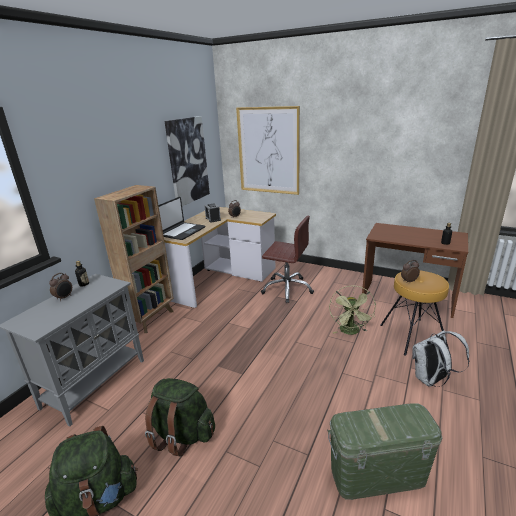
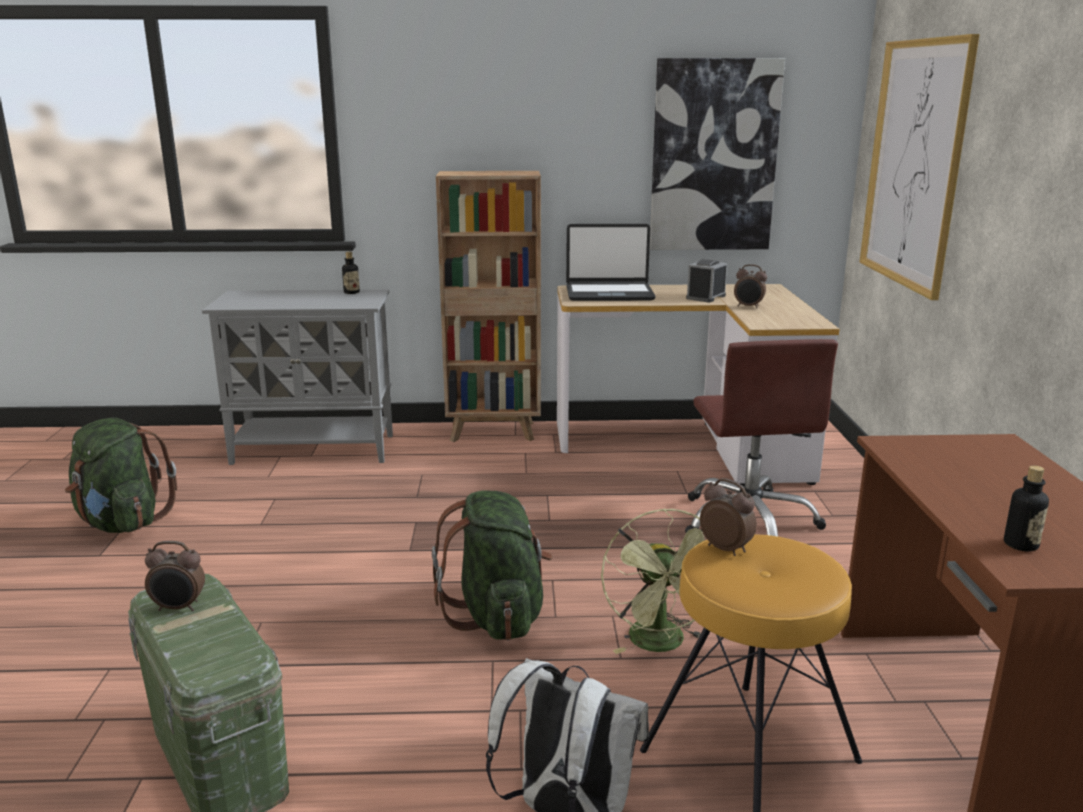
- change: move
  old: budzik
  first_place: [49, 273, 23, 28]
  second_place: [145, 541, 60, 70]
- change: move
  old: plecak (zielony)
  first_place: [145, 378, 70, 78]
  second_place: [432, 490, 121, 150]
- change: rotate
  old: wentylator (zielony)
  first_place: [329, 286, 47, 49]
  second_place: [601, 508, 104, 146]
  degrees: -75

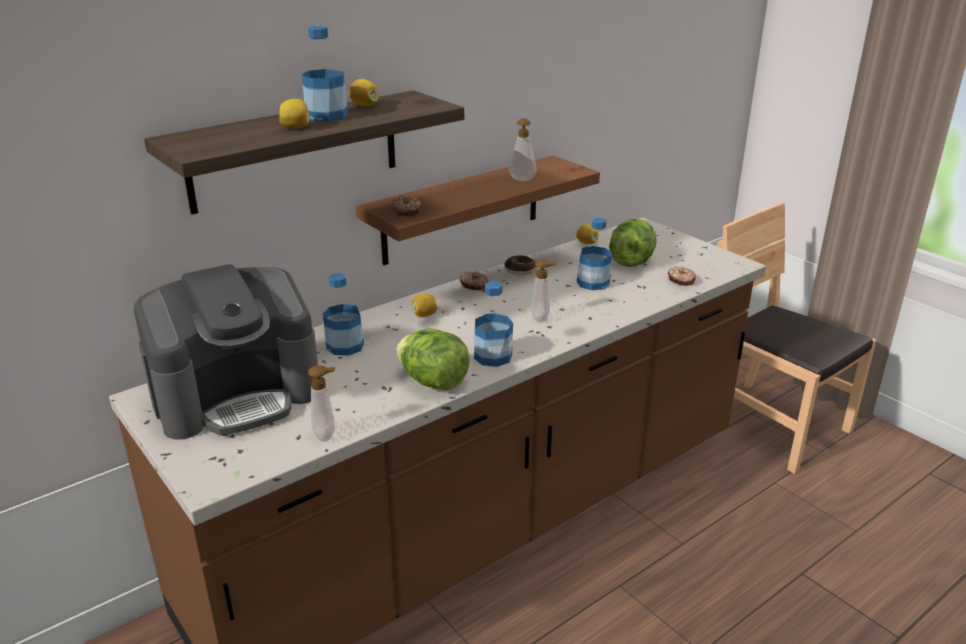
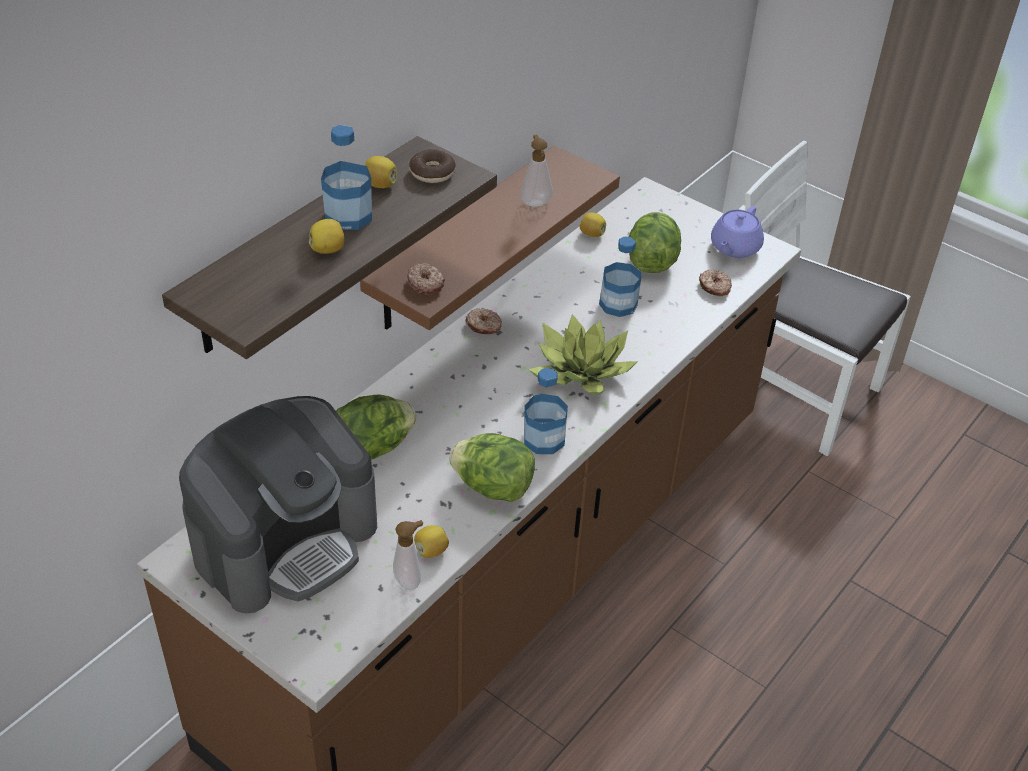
- change: insert
  new: imbryk (fioletowy)
  second_place: [711, 206, 53, 52]
- change: move
  old: cytryna
  first_place: [412, 294, 25, 23]
  second_place: [414, 525, 35, 33]
- change: move
  old: donut
  first_place: [505, 255, 31, 20]
  second_place: [409, 149, 47, 34]
- change: replace
  old: butelka
  new: sałata
  first_place: [323, 273, 41, 83]
  second_place: [336, 394, 81, 66]
- change: replace
  old: dozownik mydła
  new: roślina doniczkowa
  first_place: [531, 259, 26, 63]
  second_place: [528, 314, 110, 81]
- change: recolor
  old: krzesło (brązowy)
  new: krzesło (biały)
  first_place: [717, 202, 160, 272]
  second_place: [738, 141, 173, 315]

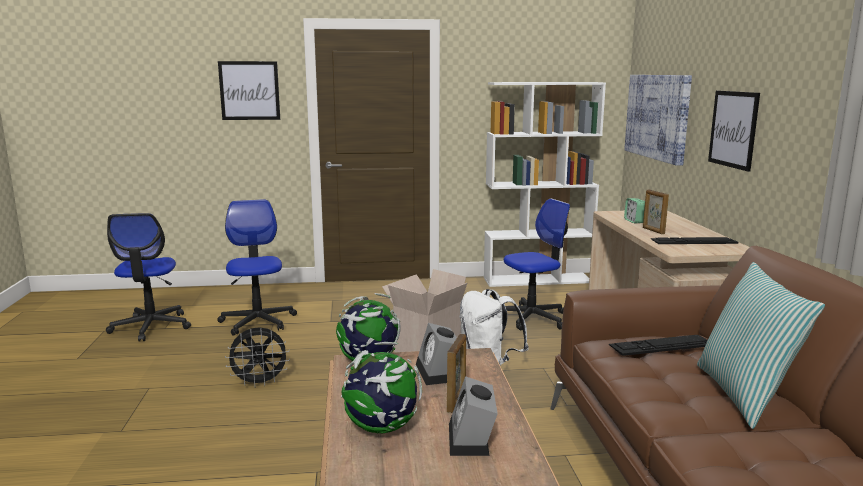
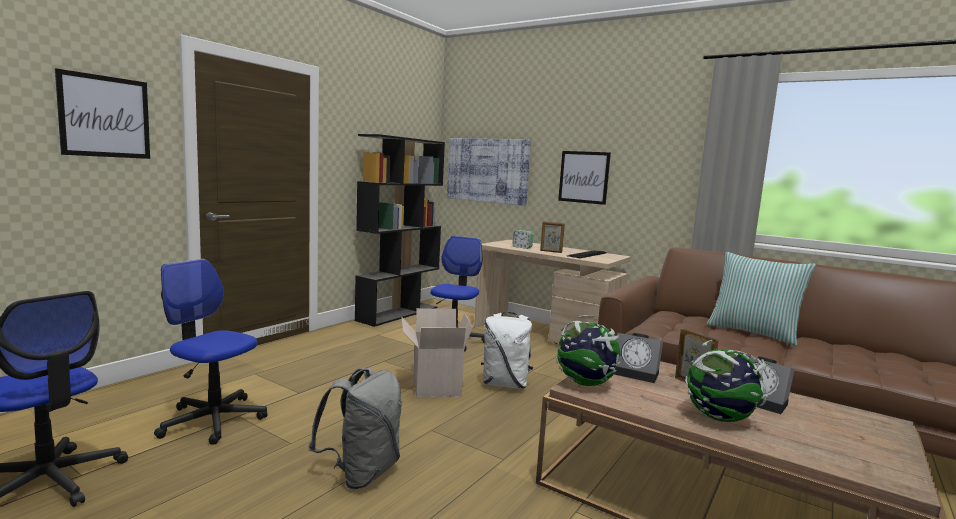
- change: delete
  old: klawiatura
  first_place: [609, 335, 99, 21]
- change: replace
  old: wentylator (czarny)
  new: plecak (szary)
  first_place: [225, 327, 65, 60]
  second_place: [309, 368, 93, 121]
- change: recolor
  old: regał (biały)
  new: regał (czarny)
  first_place: [484, 82, 122, 205]
  second_place: [355, 134, 90, 193]

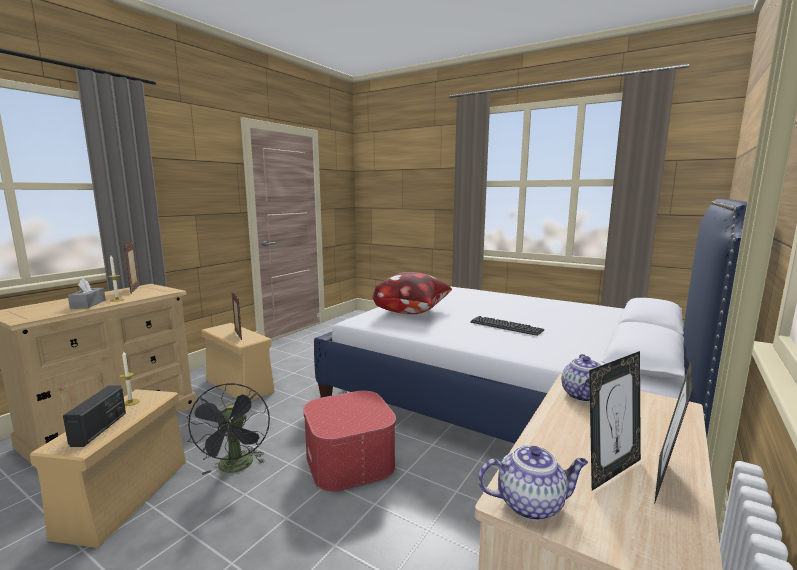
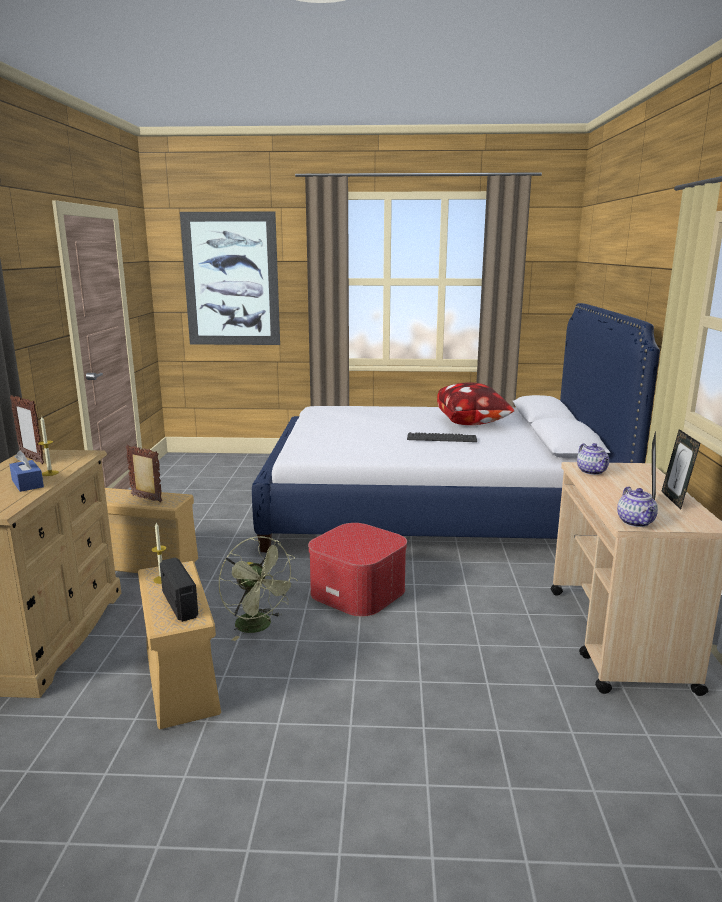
- change: insert
  new: obraz
  second_place: [180, 212, 100, 133]
- change: move
  old: poduszka
  first_place: [373, 272, 79, 42]
  second_place: [437, 382, 77, 43]
- change: recolor
  old: pudełko chusteczek (szary)
  new: pudełko chusteczek (niebieski)
  first_place: [68, 278, 38, 31]
  second_place: [9, 451, 35, 41]
- change: recolor
  old: wentylator (czarny)
  new: wentylator (zielony)
  first_place: [186, 383, 84, 92]
  second_place: [219, 536, 79, 105]
- change: rotate
  old: imbryk
  first_place: [478, 445, 110, 76]
  second_place: [617, 486, 41, 41]
  degrees: 120

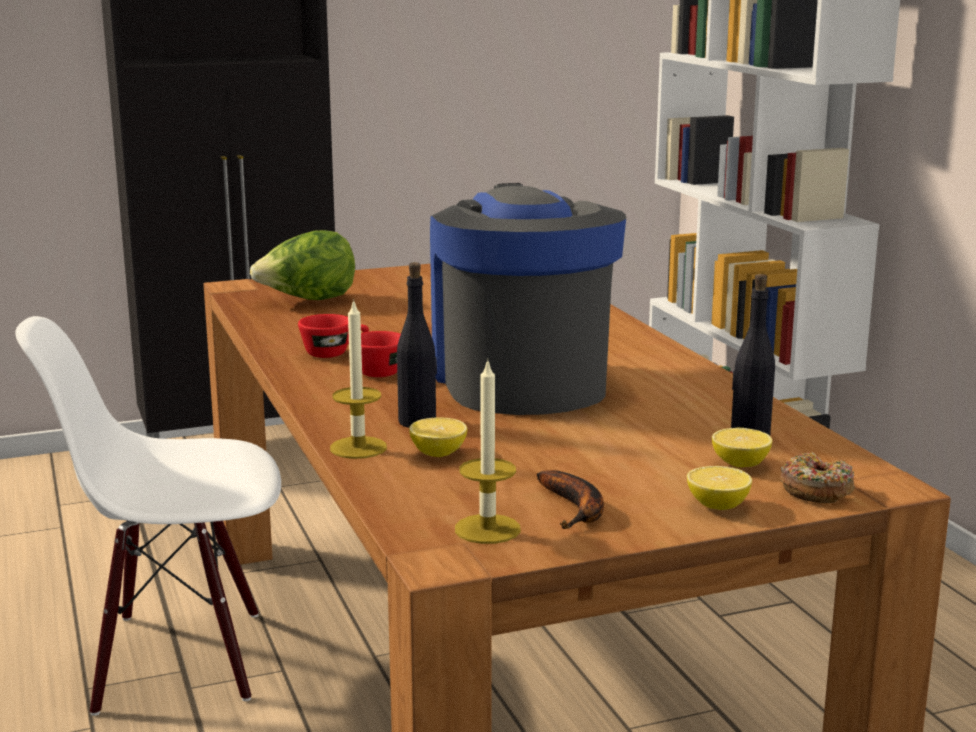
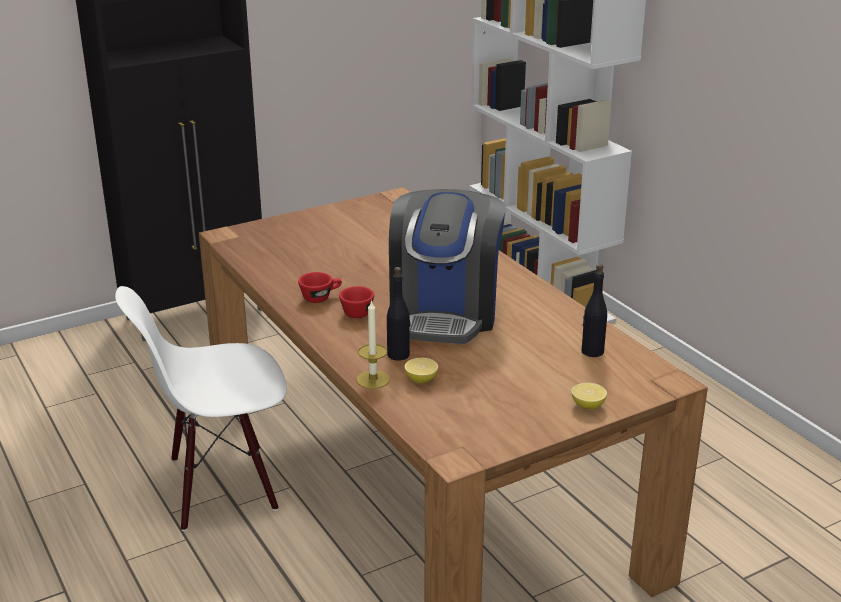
- change: delete
  old: sałata
  first_place: [250, 230, 105, 70]
- change: delete
  old: świeca
  first_place: [455, 358, 66, 186]
- change: delete
  old: banan
  first_place: [536, 470, 68, 59]
- change: delete
  old: cytryna
  first_place: [712, 428, 60, 40]
- change: delete
  old: donut
  first_place: [780, 452, 75, 51]
- change: rotate
  old: ekspres do kawy
  first_place: [430, 183, 196, 232]
  second_place: [389, 189, 117, 155]
  degrees: -150

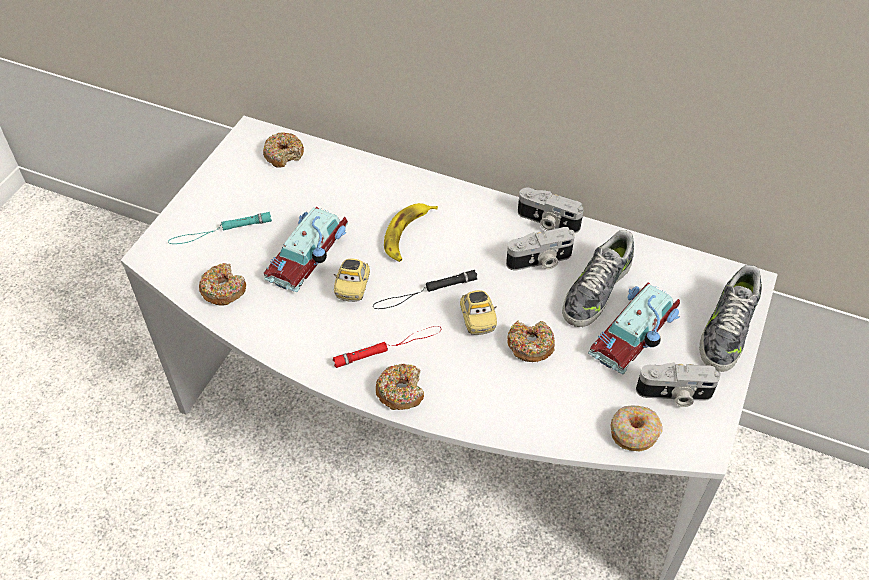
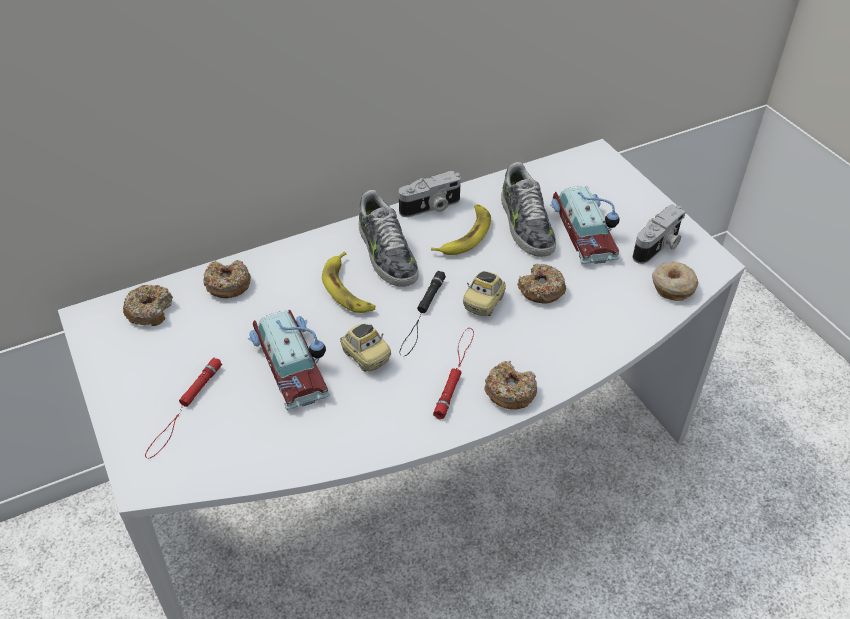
- change: move
  old: donut
  first_place: [199, 263, 47, 43]
  second_place: [203, 260, 48, 38]
- change: move
  old: but
  first_place: [699, 265, 63, 107]
  second_place: [358, 190, 61, 97]
- change: replace
  old: aparat fotograficzny
  new: banan
  first_place: [506, 227, 69, 43]
  second_place: [431, 204, 60, 51]
- change: recolor
  old: latarka (turkusowy)
  new: latarka (czerwony)
  first_place: [168, 212, 104, 32]
  second_place: [145, 357, 77, 101]
- change: rotate
  old: samochodzik
  first_place: [460, 290, 37, 45]
  second_place: [463, 271, 43, 45]
  degrees: 90

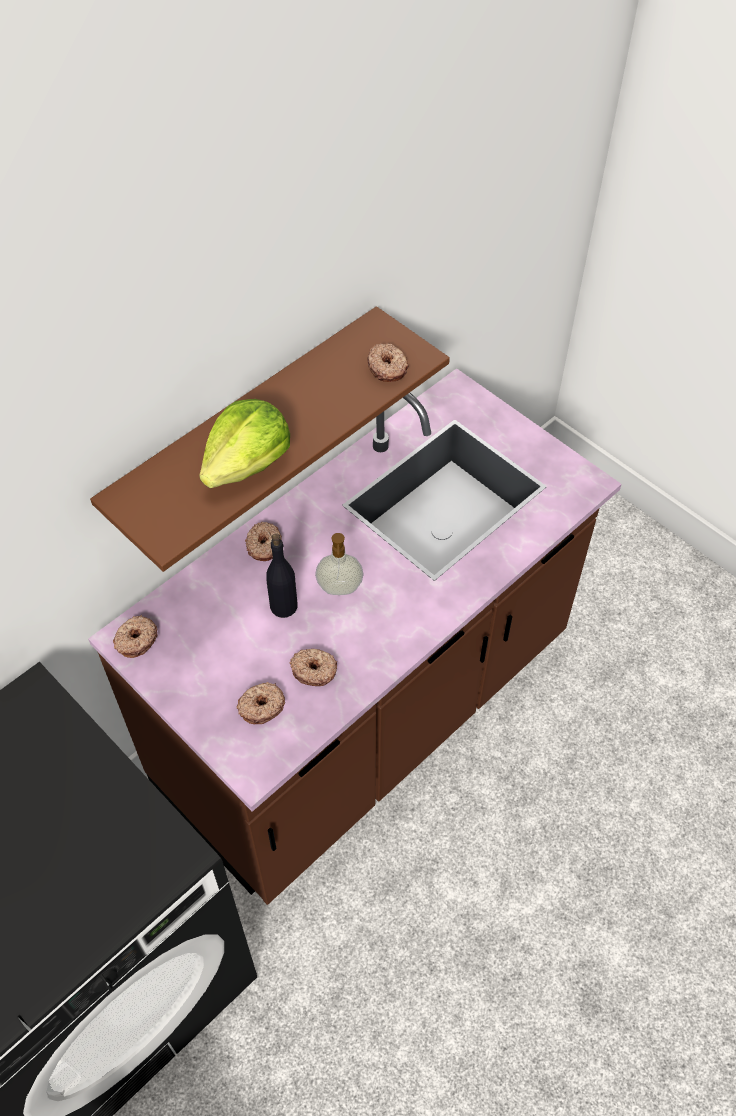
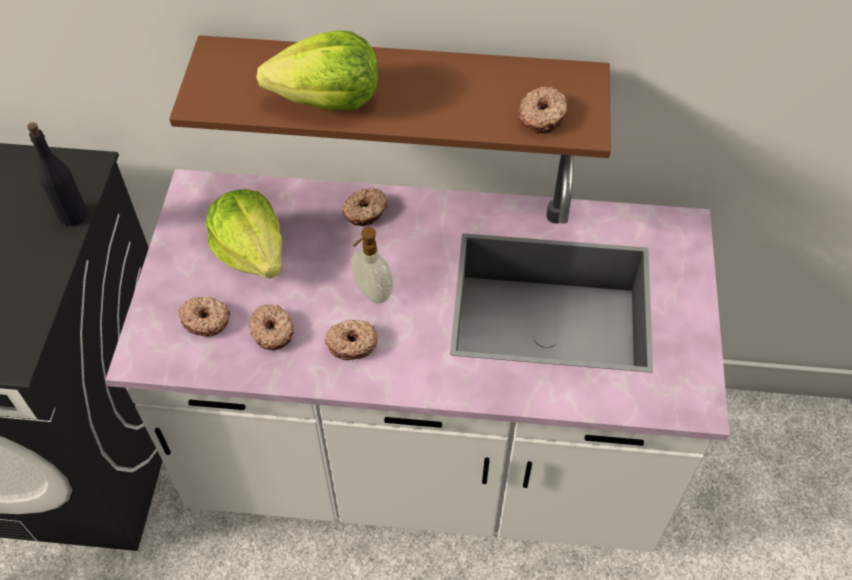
- change: insert
  new: sałata
  second_place: [206, 189, 76, 89]
- change: move
  old: donut
  first_place: [113, 615, 44, 43]
  second_place: [325, 320, 52, 40]
- change: move
  old: butelka (czarny)
  first_place: [266, 533, 31, 85]
  second_place: [27, 122, 61, 104]
- change: recolor
  old: zabudowa kuchenna (brązowy)
  new: zabudowa kuchenna (biały)
  first_place: [88, 368, 533, 537]
  second_place: [105, 155, 624, 397]

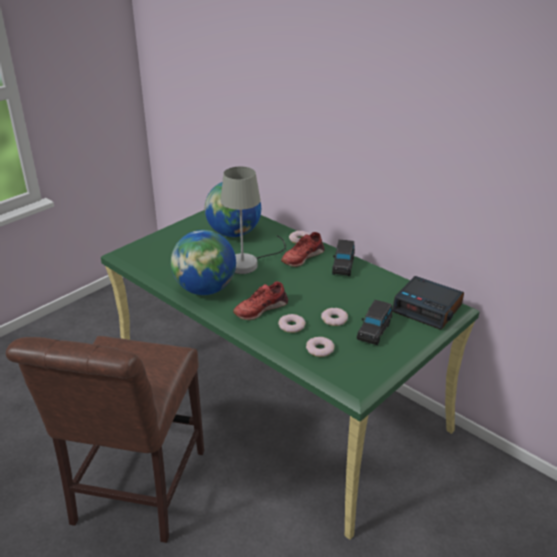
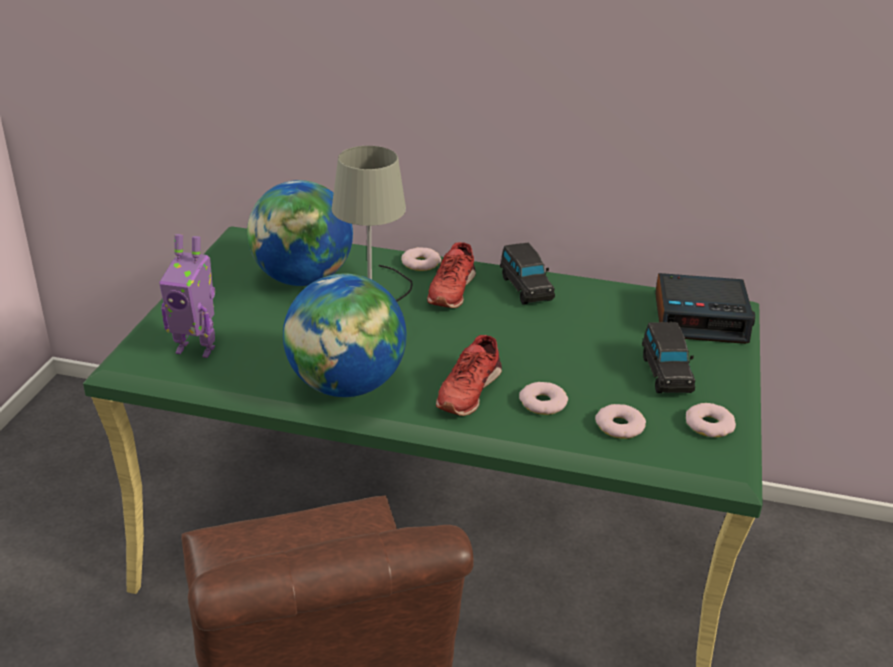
- change: insert
  new: robot zabawkowy
  second_place: [159, 234, 56, 124]
- change: move
  old: donut
  first_place: [321, 308, 27, 18]
  second_place: [686, 403, 50, 34]

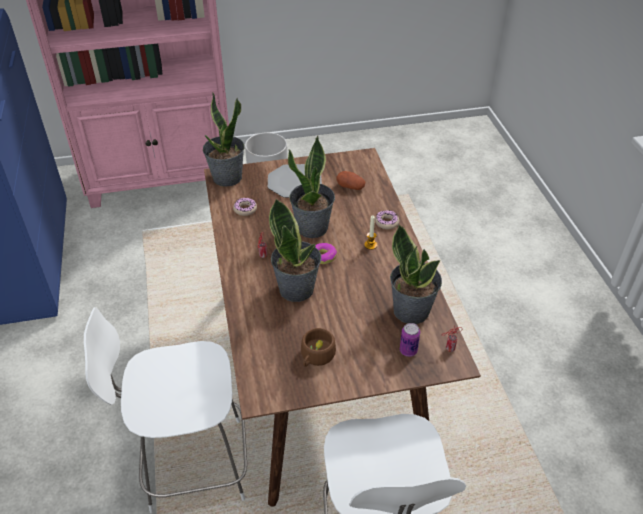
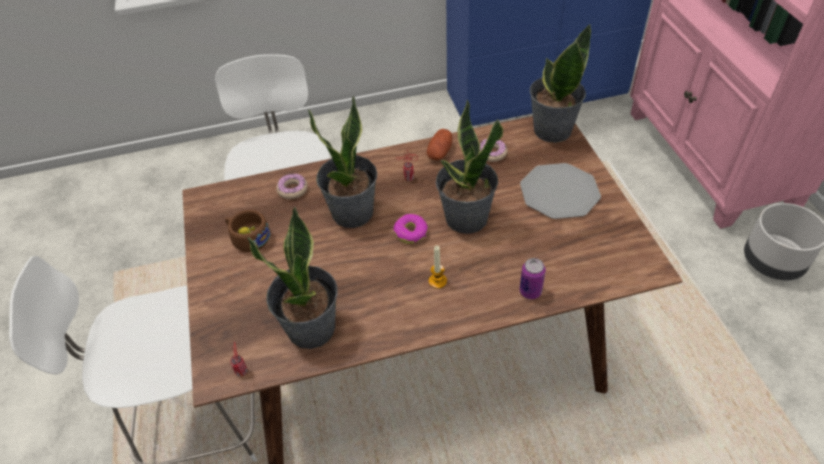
- change: move
  old: ziemniak
  first_place: [336, 171, 30, 19]
  second_place: [427, 129, 25, 31]
- change: move
  old: donut
  first_place: [375, 210, 24, 19]
  second_place: [276, 173, 32, 26]
- change: move
  old: puszka
  first_place: [400, 323, 20, 34]
  second_place: [519, 258, 27, 41]

